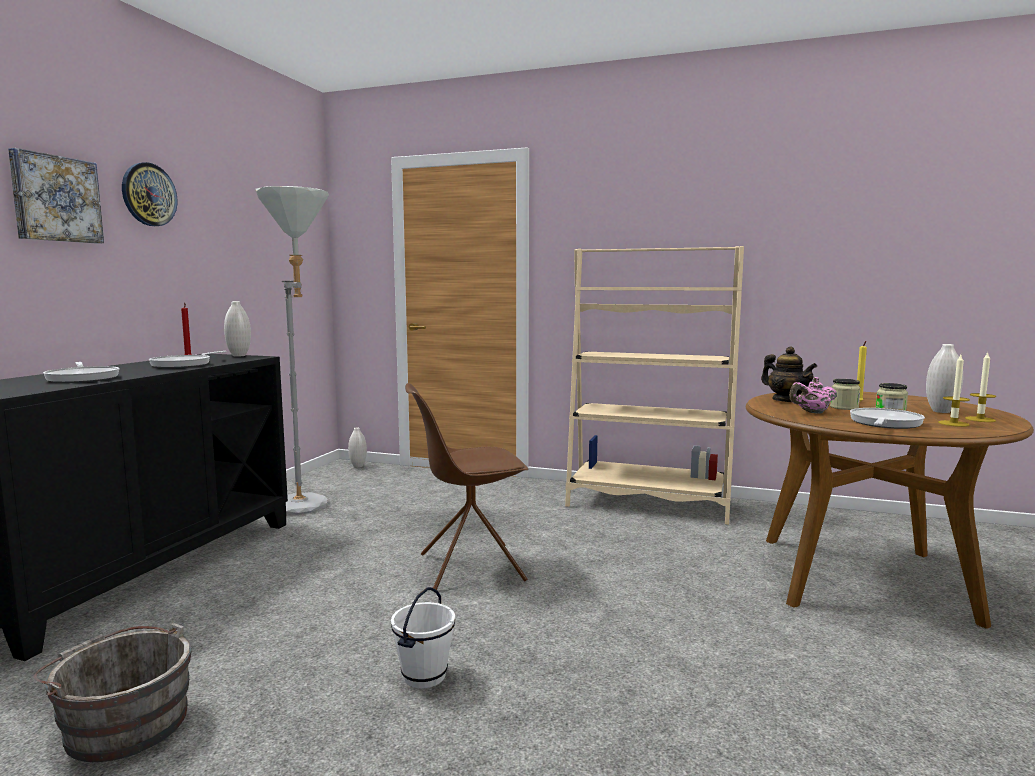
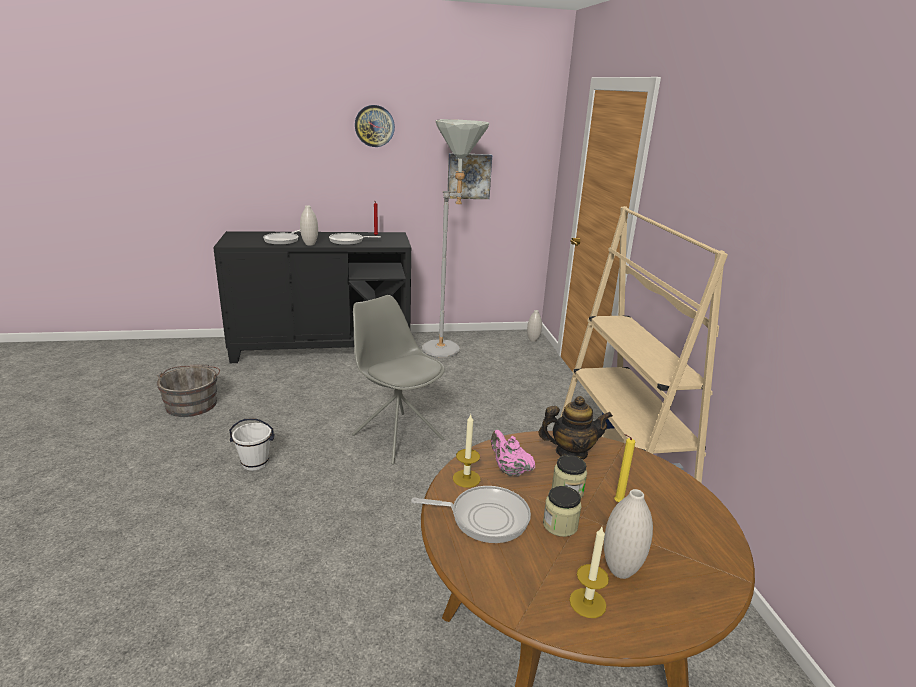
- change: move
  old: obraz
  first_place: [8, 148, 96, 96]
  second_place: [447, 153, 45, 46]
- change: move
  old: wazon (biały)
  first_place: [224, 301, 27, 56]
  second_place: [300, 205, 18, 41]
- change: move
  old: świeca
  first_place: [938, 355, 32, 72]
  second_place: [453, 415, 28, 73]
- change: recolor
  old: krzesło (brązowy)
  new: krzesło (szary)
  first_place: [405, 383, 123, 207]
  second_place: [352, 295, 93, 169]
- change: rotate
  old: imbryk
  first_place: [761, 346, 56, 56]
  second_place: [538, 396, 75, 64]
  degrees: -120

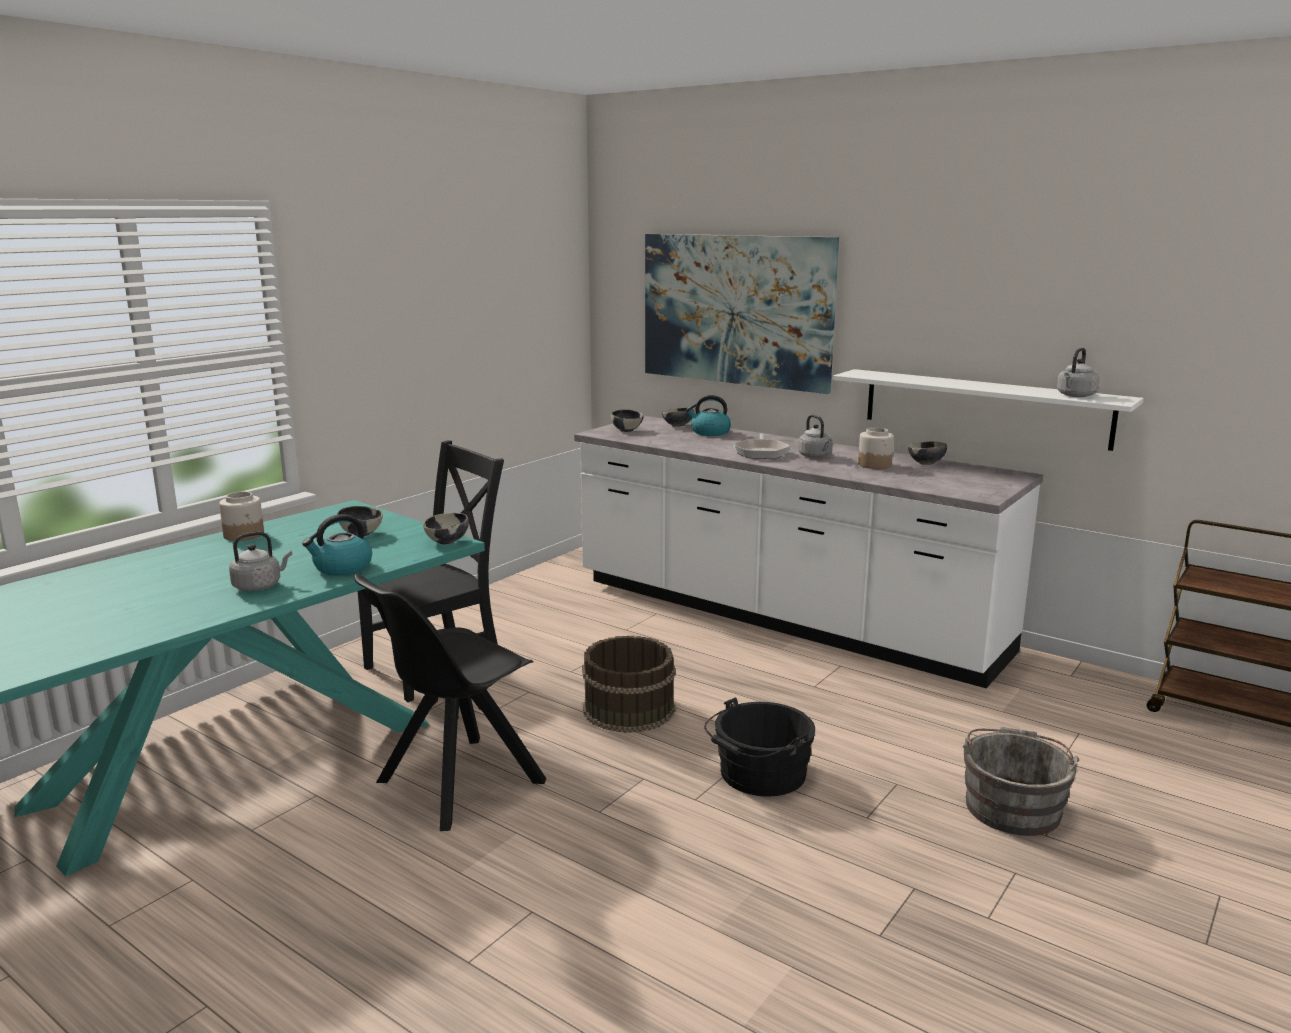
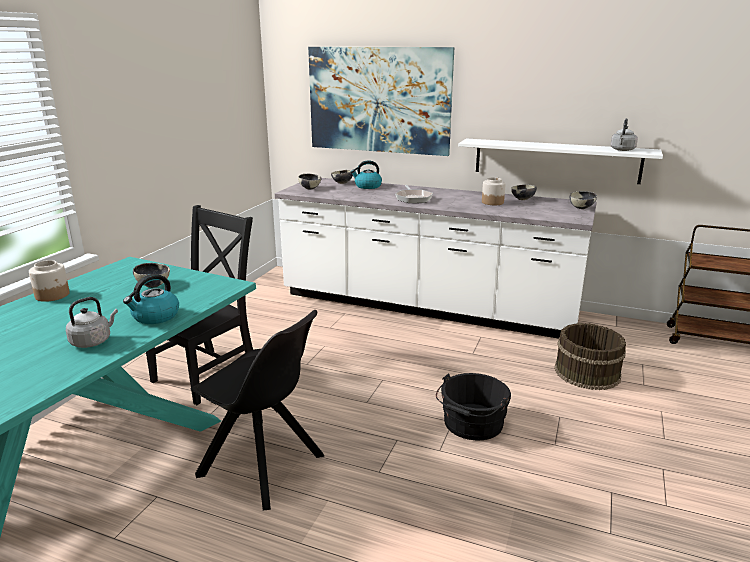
- change: delete
  old: czajnik (szary)
  first_place: [798, 415, 35, 43]
- change: delete
  old: wiadro (szary)
  first_place: [962, 727, 117, 109]
- change: move
  old: miska
  first_place: [423, 513, 46, 31]
  second_place: [570, 191, 27, 18]
- change: move
  old: wiadro (brązowy)
  first_place: [582, 636, 94, 97]
  second_place: [554, 323, 72, 67]
- change: rotate
  old: krzesło (czarny)
  first_place: [354, 574, 193, 257]
  second_place: [190, 310, 135, 201]
  degrees: -90

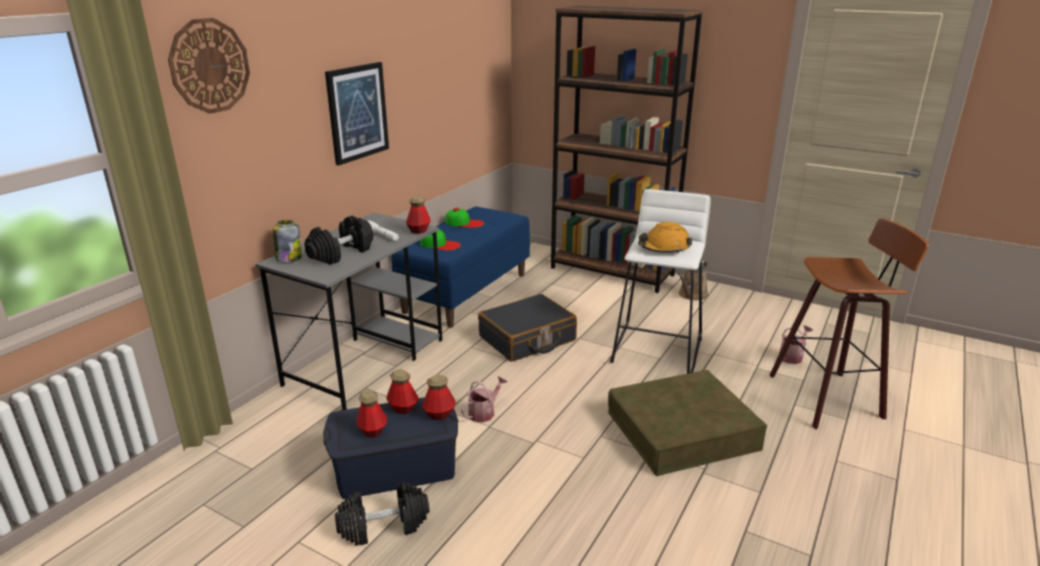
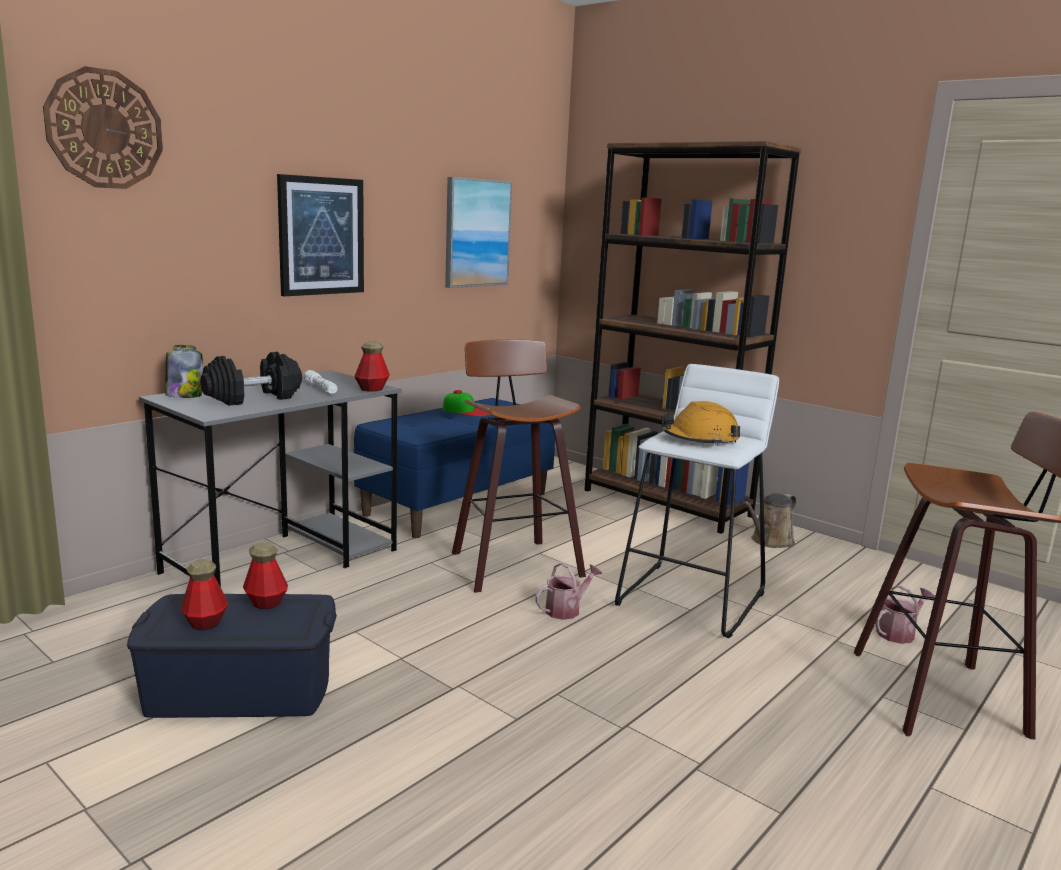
- change: delete
  old: hantel (czarny)
  first_place: [335, 482, 95, 64]
- change: delete
  old: czapka z daszkiem
  first_place: [420, 230, 41, 21]
- change: delete
  old: butelka
  first_place: [422, 375, 34, 45]
- change: delete
  old: pojemnik do przechowywania (brązowy)
  first_place: [608, 370, 159, 106]
- change: insert
  new: obraz
  second_place: [445, 177, 67, 111]
- change: move
  old: konewka
  first_place: [461, 376, 47, 47]
  second_place: [535, 562, 67, 58]
- change: replace
  old: walizka (czarny)
  new: stołek
  first_place: [478, 294, 99, 68]
  second_place: [452, 339, 134, 254]

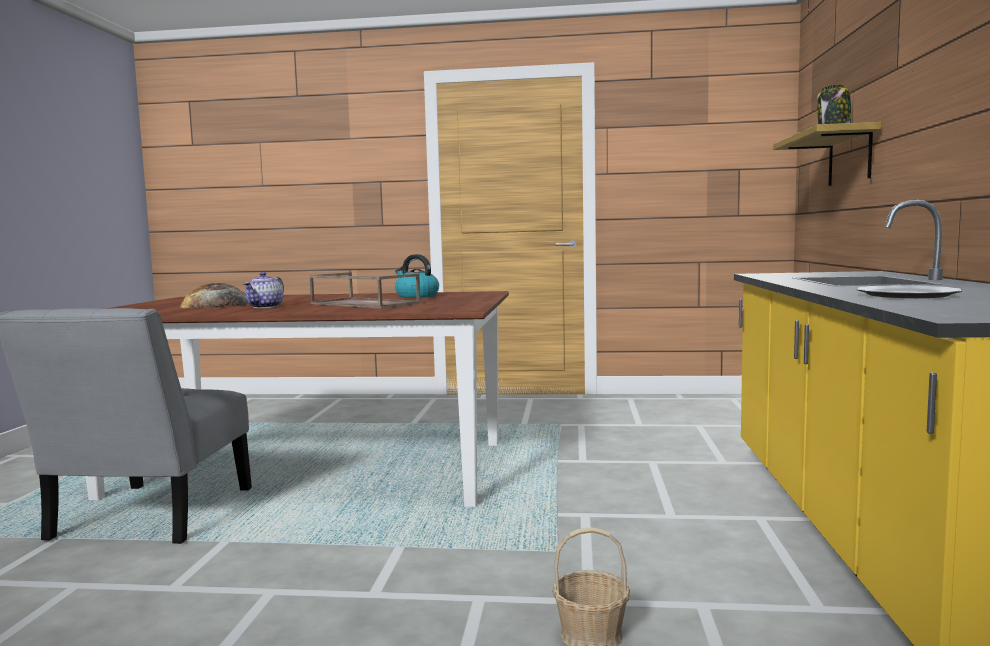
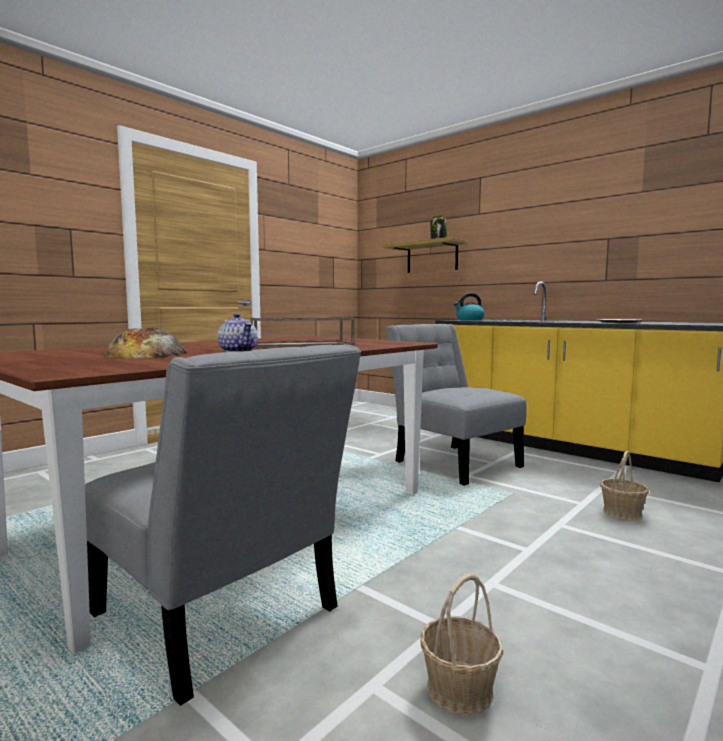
- change: insert
  new: krzesło (szary)
  second_place: [386, 324, 141, 162]
- change: insert
  new: koszyk
  second_place: [420, 574, 83, 141]
- change: move
  old: czajnik
  first_place: [395, 254, 44, 44]
  second_place: [454, 293, 31, 27]

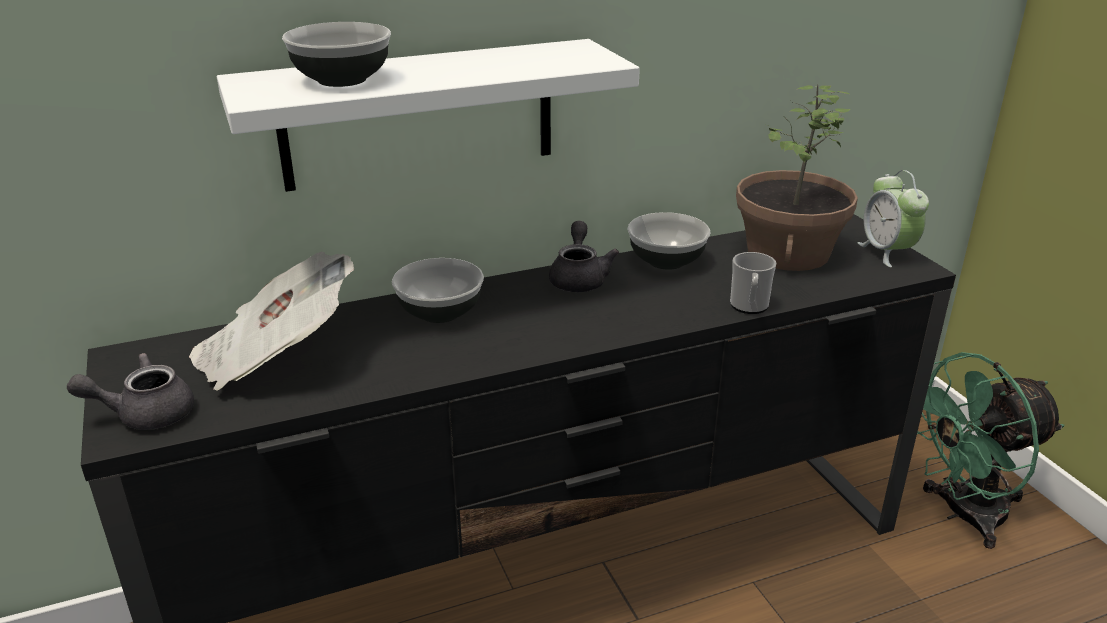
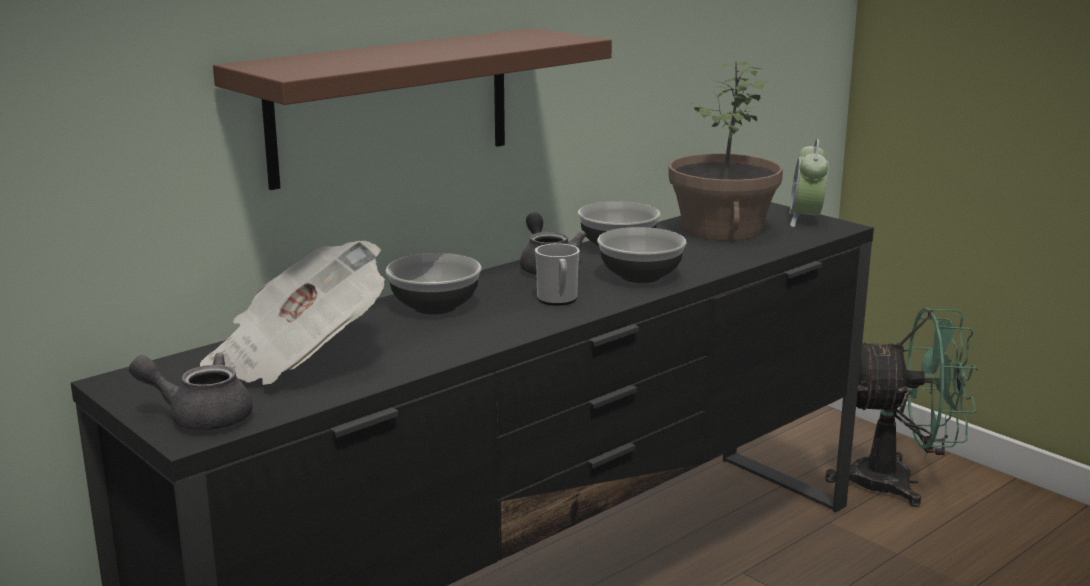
- change: move
  old: miska
  first_place: [282, 22, 109, 65]
  second_place: [597, 227, 89, 56]
- change: move
  old: kubek
  first_place: [730, 252, 46, 62]
  second_place: [535, 243, 45, 63]
- change: recolor
  old: półka (biały)
  new: półka (brązowy)
  first_place: [217, 39, 423, 153]
  second_place: [213, 28, 399, 162]
- change: rotate
  old: imbryk (szary)
  first_place: [67, 353, 127, 77]
  second_place: [129, 353, 124, 77]
  degrees: 45
- change: rotate
  old: budzik
  first_place: [858, 170, 71, 97]
  second_place: [789, 139, 40, 88]
  degrees: 45
- change: rotate
  old: wentylator (zielony)
  first_place: [917, 352, 148, 197]
  second_place: [825, 308, 153, 199]
  degrees: -135

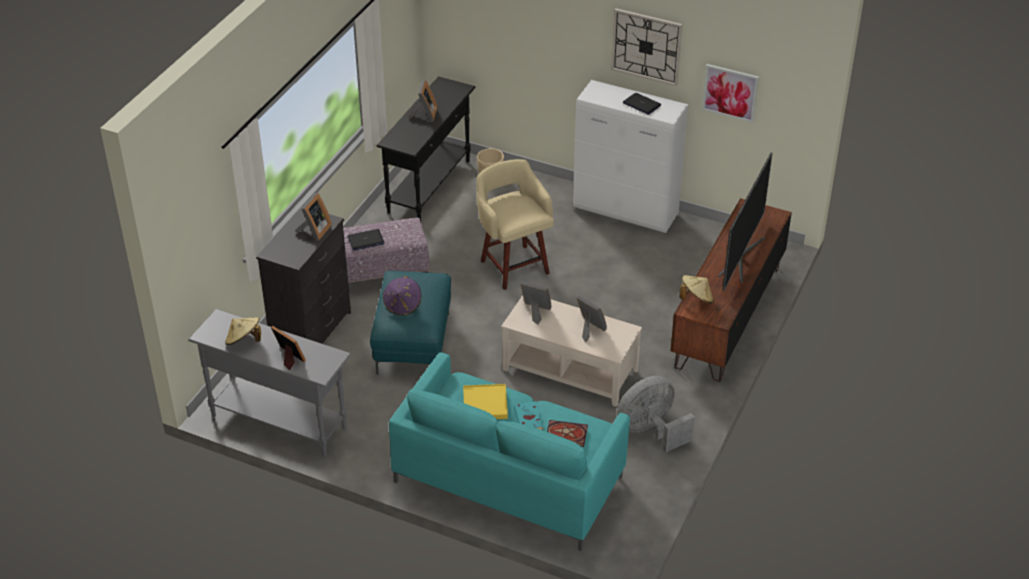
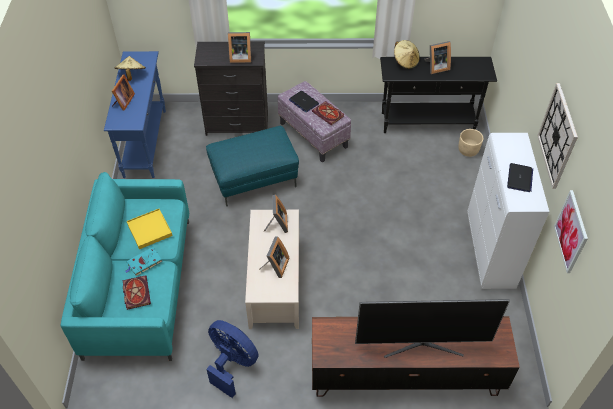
- change: delete
  old: kapelusz (fioletowy)
  first_place: [383, 276, 38, 40]
- change: delete
  old: stołek (beżowy)
  first_place: [476, 159, 78, 131]
- change: insert
  new: książka
  second_place: [312, 101, 32, 24]
- change: move
  old: kapelusz (beżowy)
  first_place: [679, 275, 35, 29]
  second_place: [394, 40, 26, 29]
- change: recolor
  old: stolik konsolowy (szary)
  new: stolik konsolowy (niebieski)
  first_place: [188, 309, 163, 148]
  second_place: [104, 51, 62, 127]
- change: recolor
  old: wentylator (szary)
  new: wentylator (niebieski)
  first_place: [617, 376, 78, 76]
  second_place: [206, 320, 53, 78]

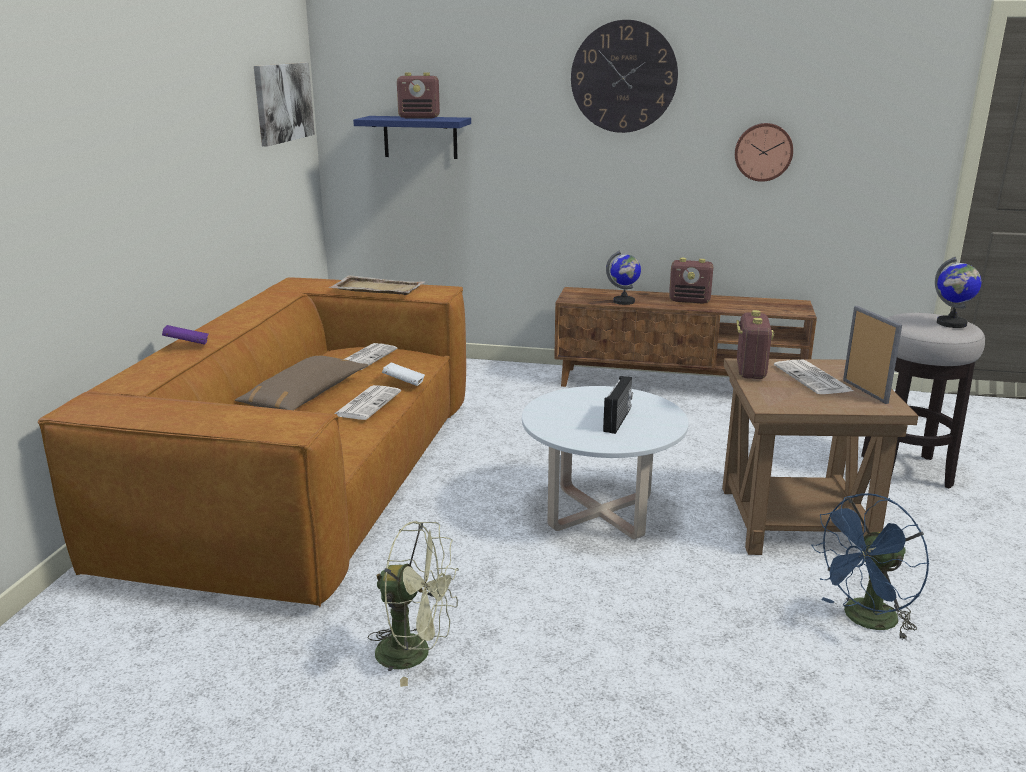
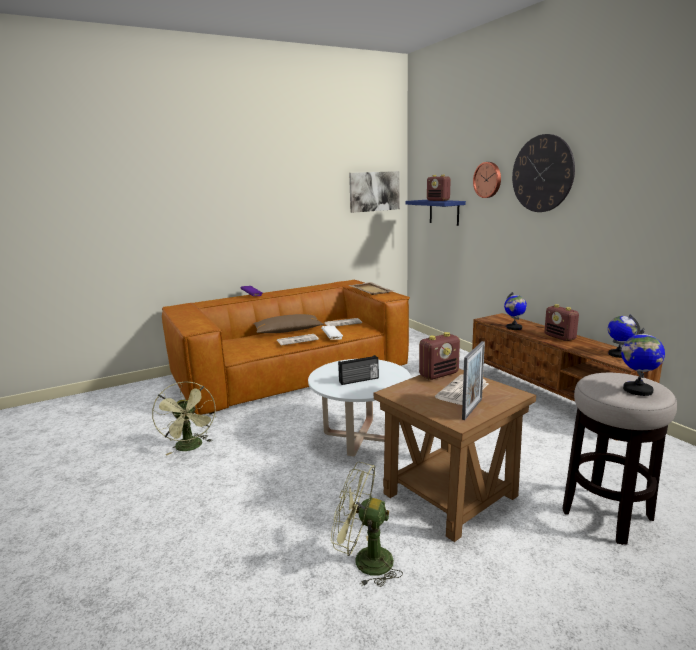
- change: insert
  new: globus
  second_place: [608, 314, 32, 44]
- change: move
  old: zegar ścienny
  first_place: [735, 123, 58, 59]
  second_place: [473, 162, 28, 36]
- change: recolor
  old: wentylator (niebieski)
  new: wentylator (zielony)
  first_place: [811, 493, 119, 148]
  second_place: [331, 462, 72, 125]

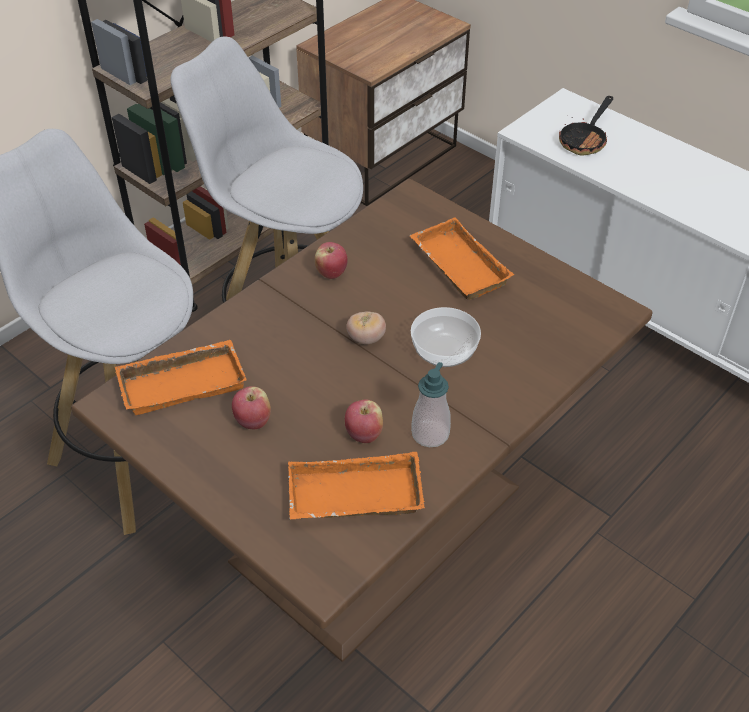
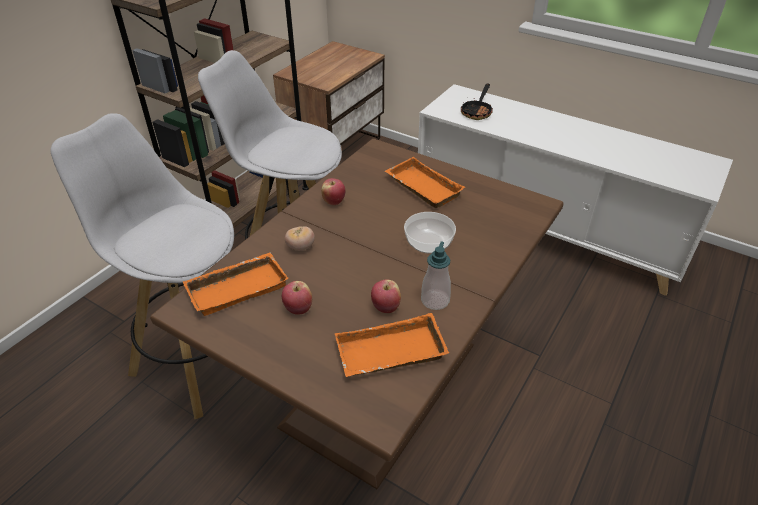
- change: move
  old: pomidor
  first_place: [346, 311, 40, 33]
  second_place: [285, 226, 30, 25]

